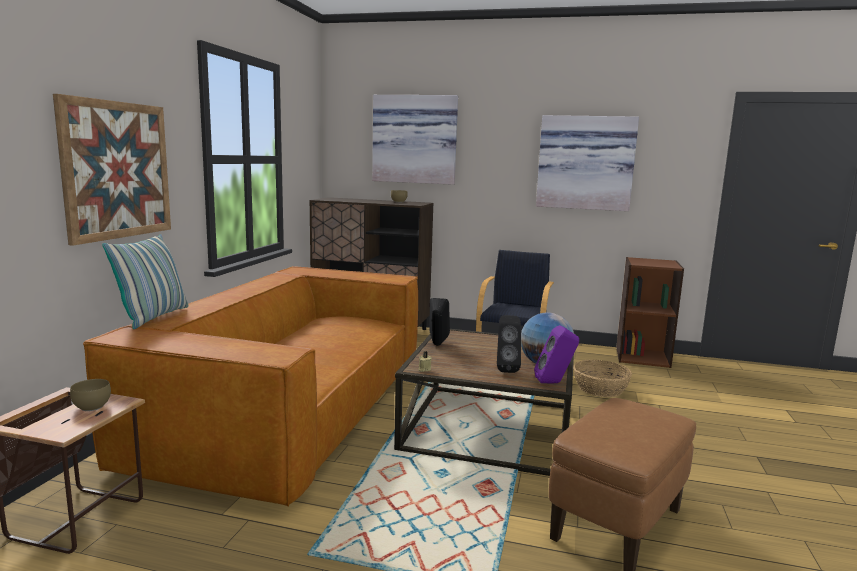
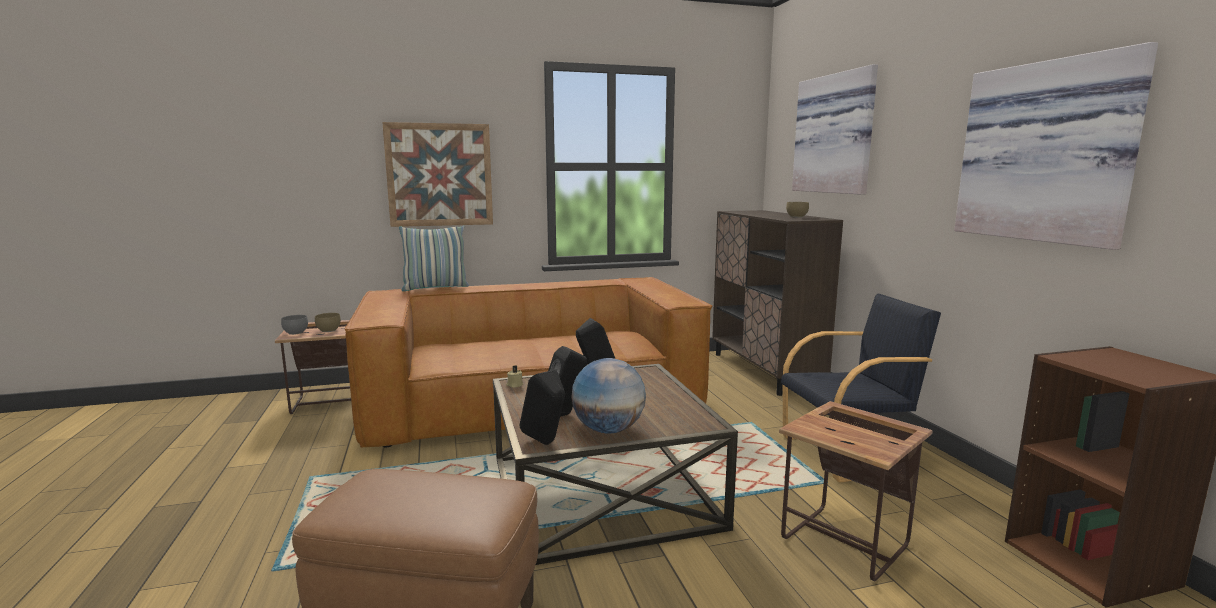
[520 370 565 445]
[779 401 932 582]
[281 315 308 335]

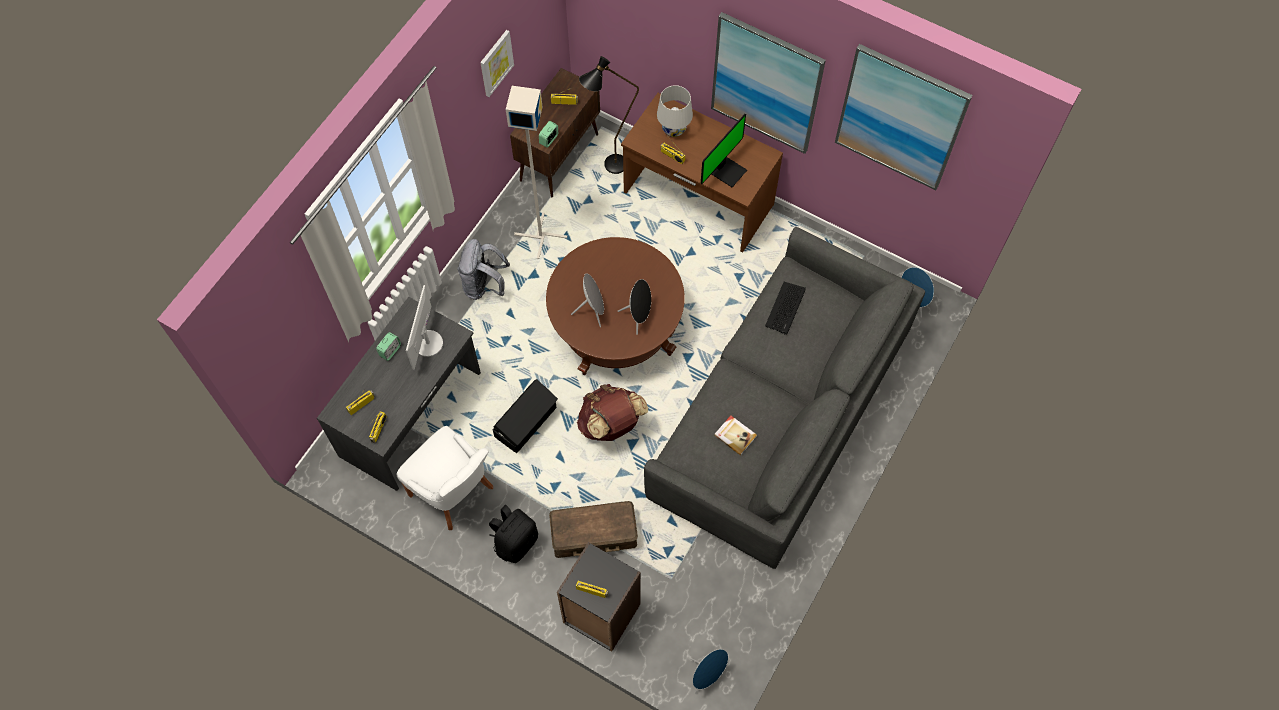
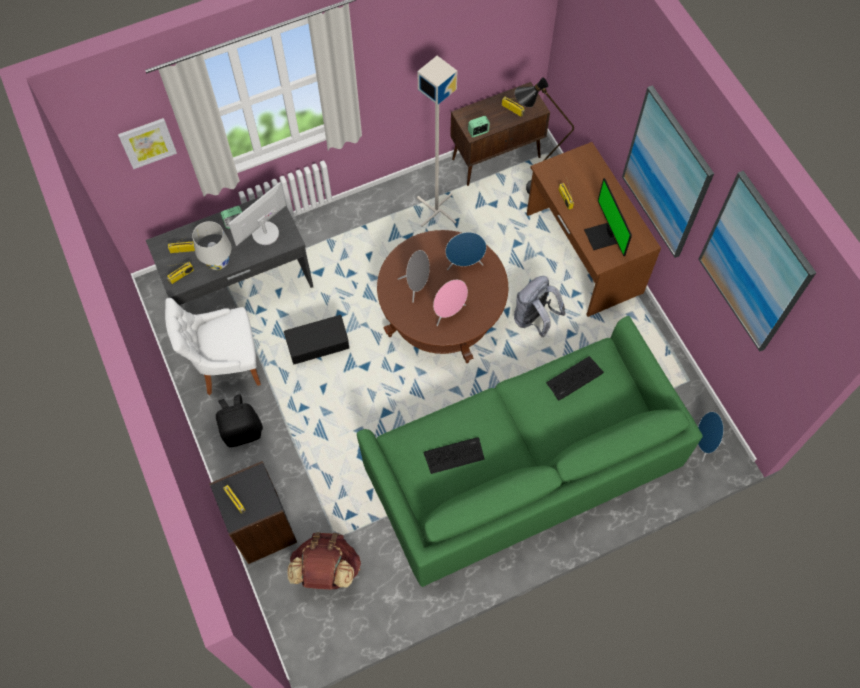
[165 298 261 395]
[514 276 566 337]
[118 118 177 169]
[549 501 638 558] (first image)
[287 532 361 589]
[433 280 468 326]
[357 316 703 587]
[192 221 232 270]
[445 232 486 270]
[584 178 632 256]
[423 437 484 474]

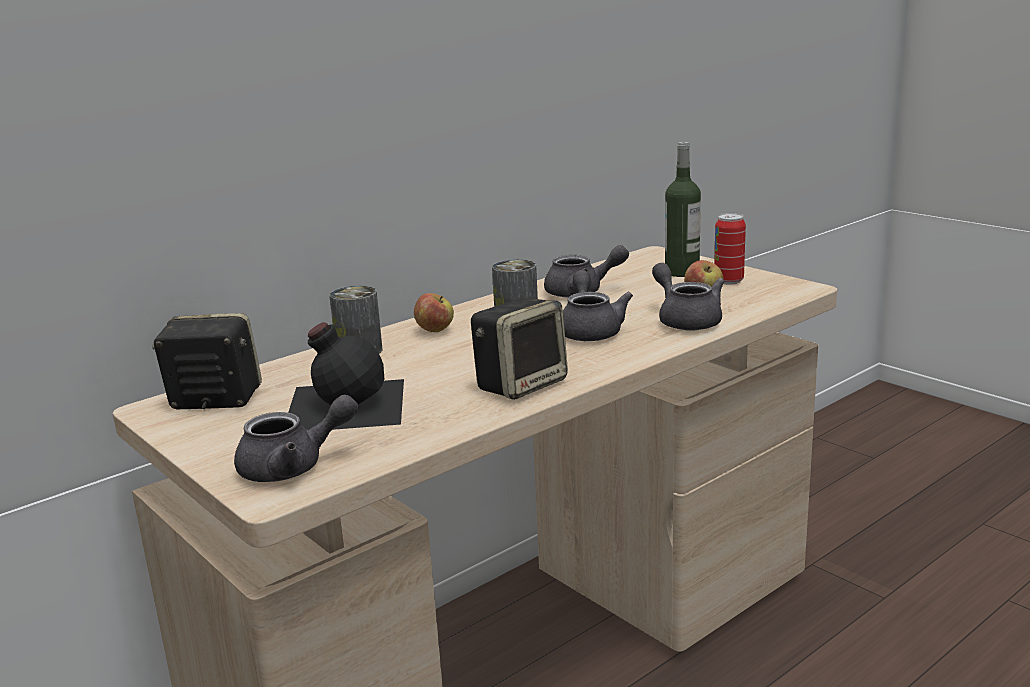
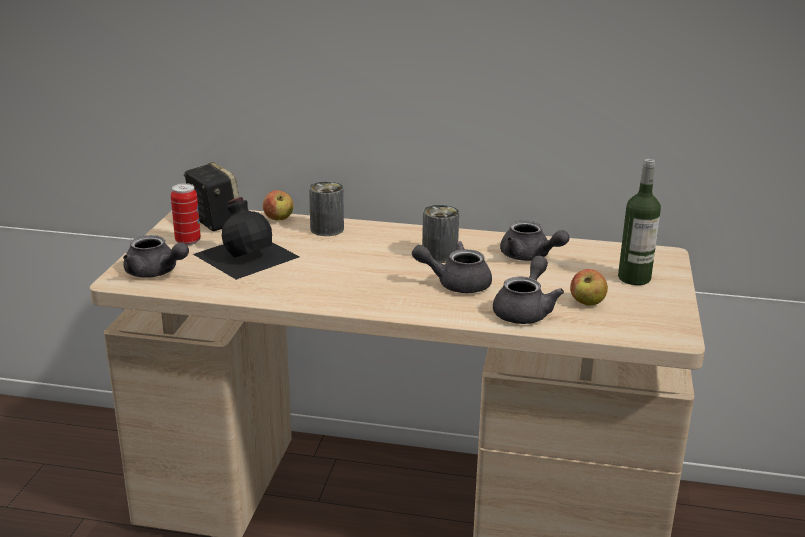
[263 190 293 220]
[471 297 568 400] (first image)
[412 241 492 293]
[171 183 201 245]

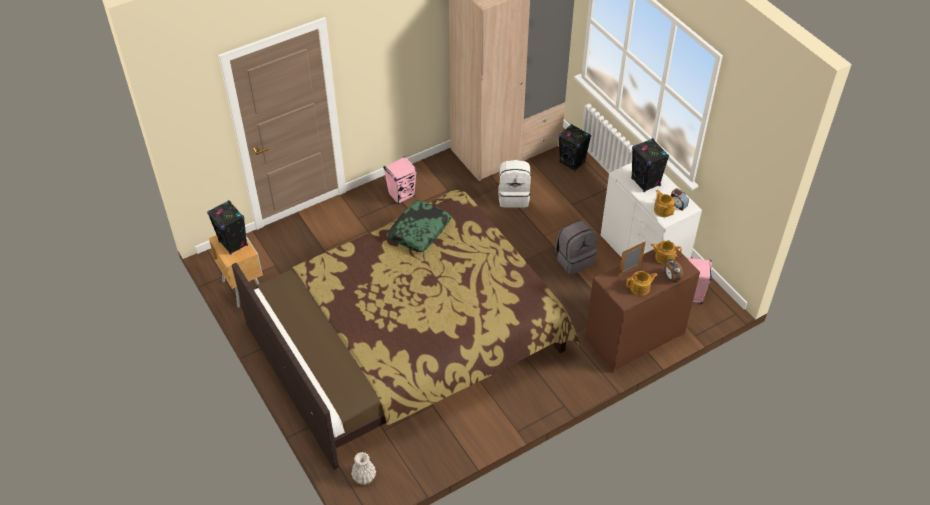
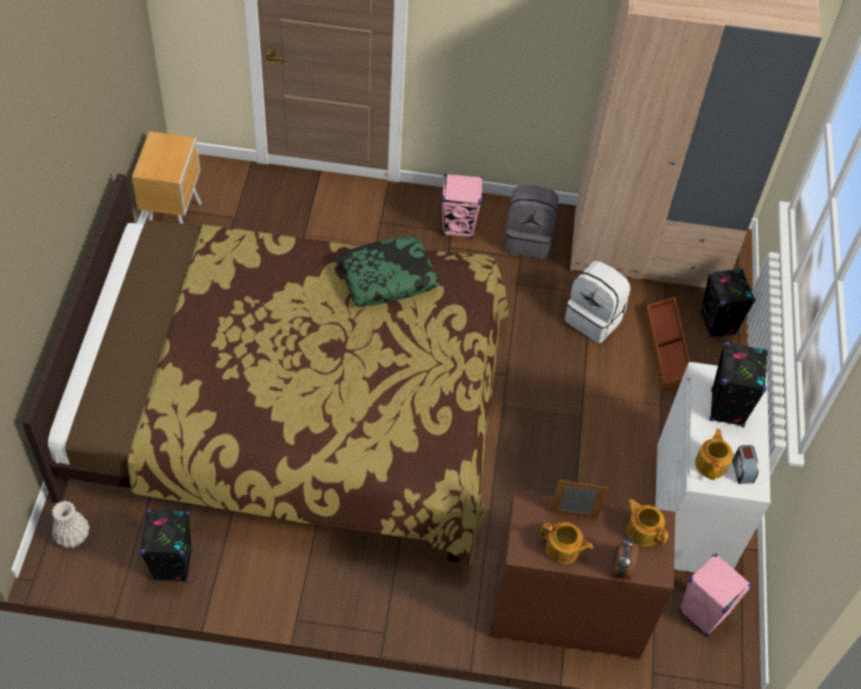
[139 509 193 583]
[504 185 559 259]
[645 297 691 391]

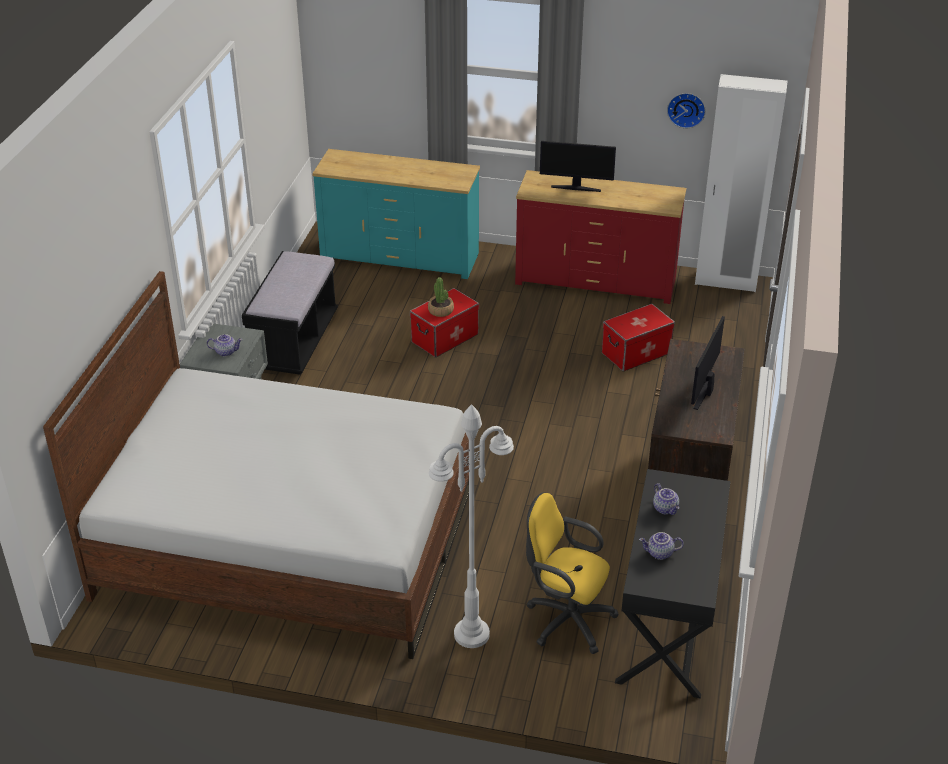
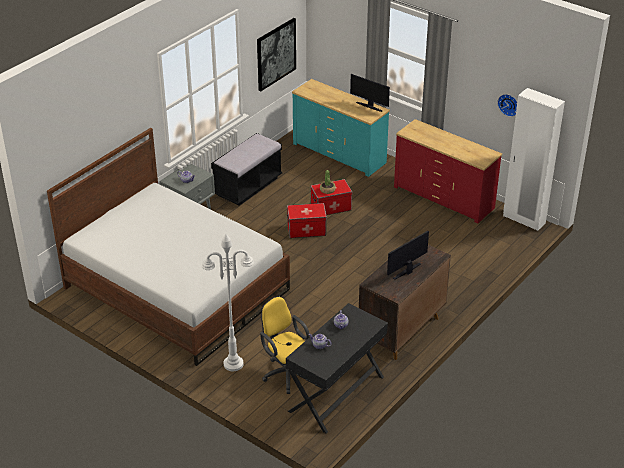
[350 74 390 112]
[287 203 327 238]
[257 18 296 91]

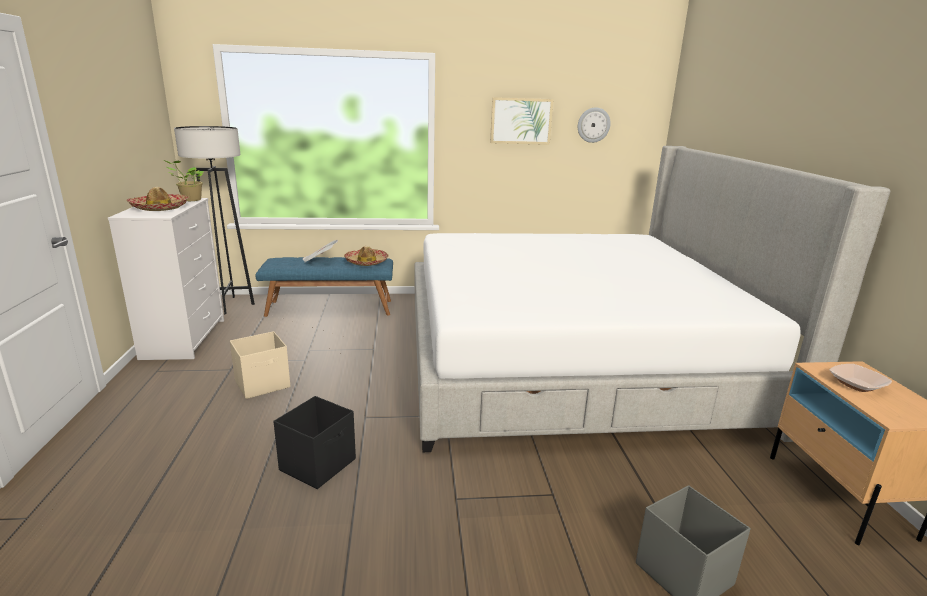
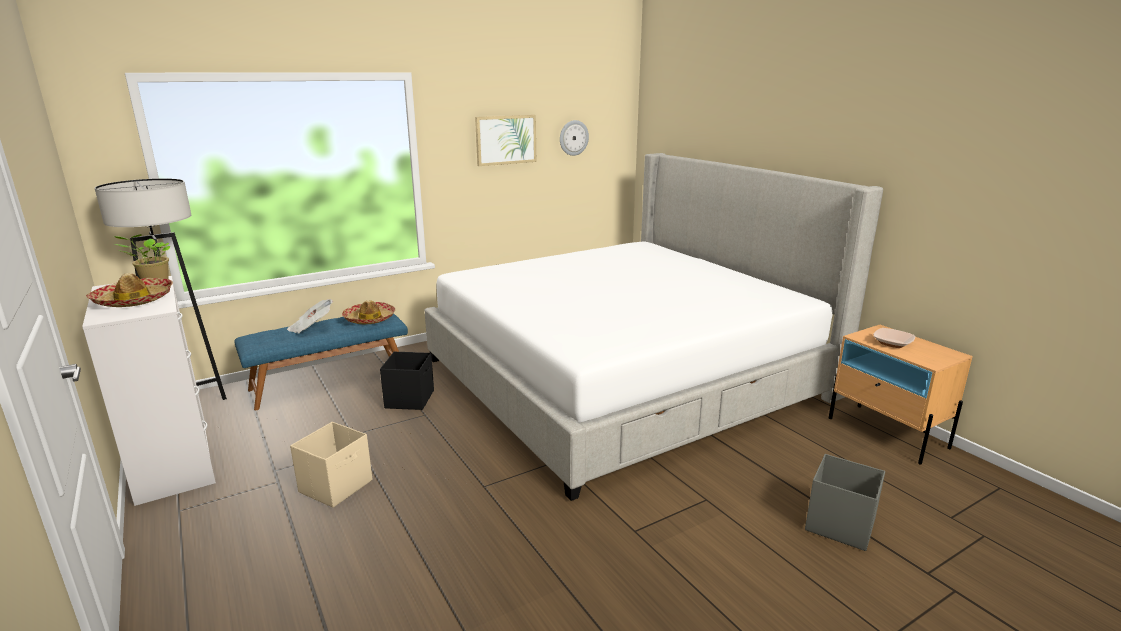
[380 352 434 410]

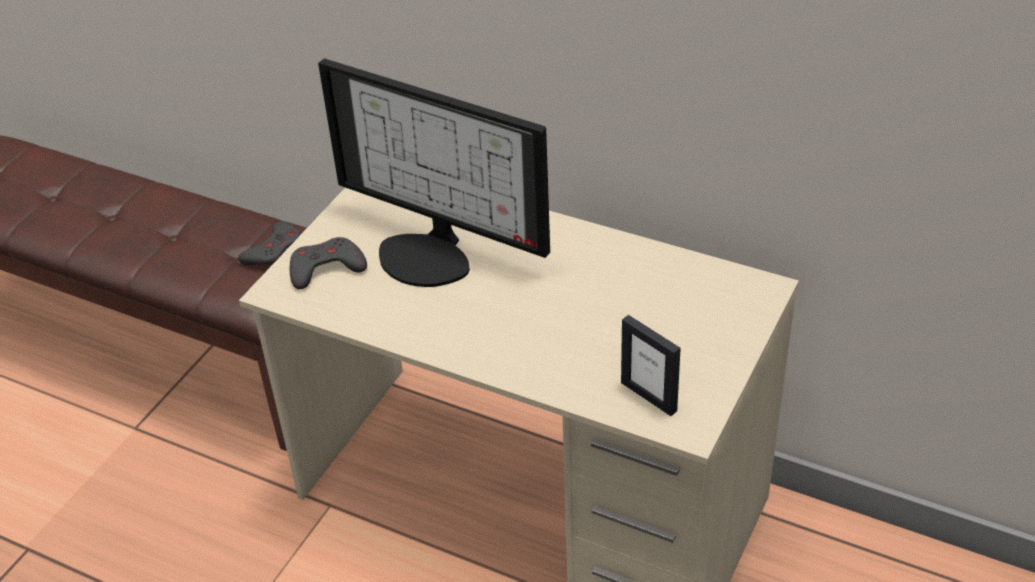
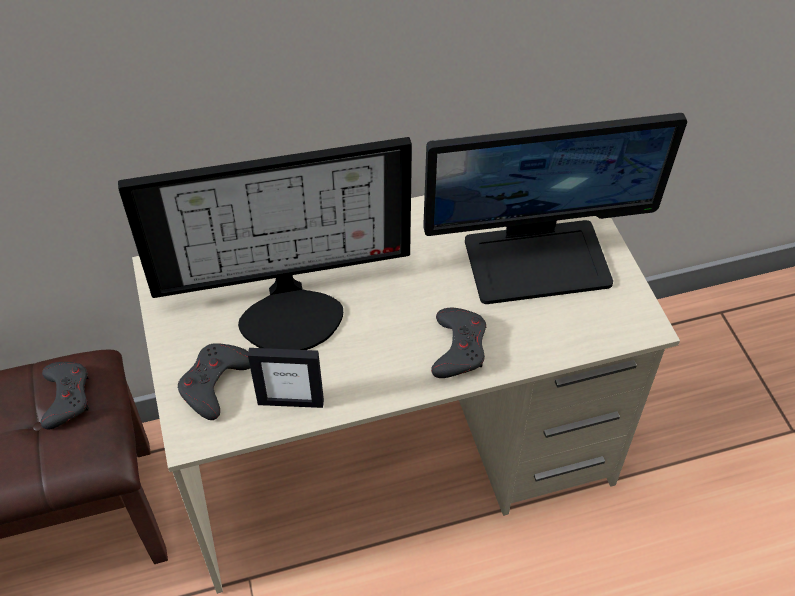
[248 348 324 408]
[423 113 687 304]
[431 308 486 378]

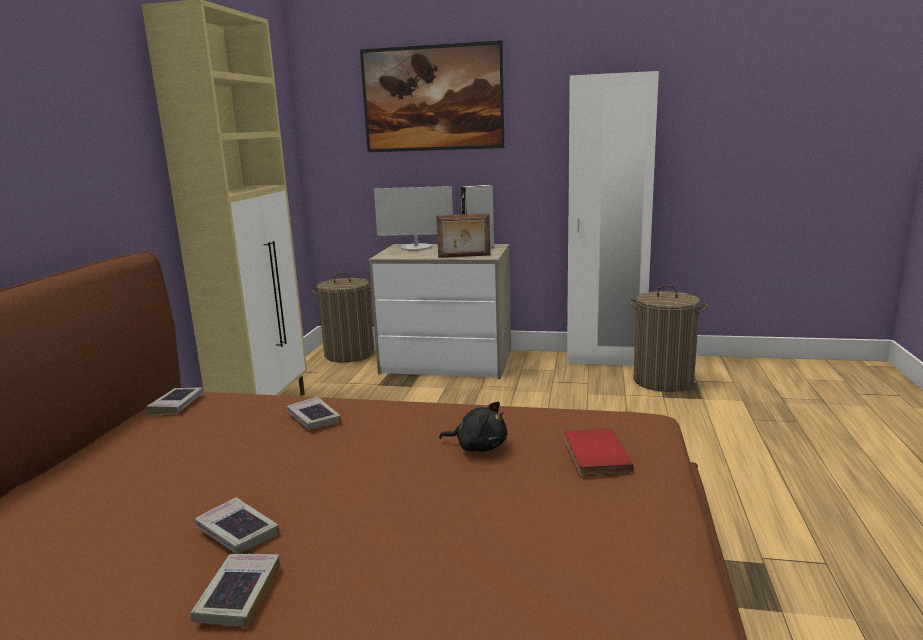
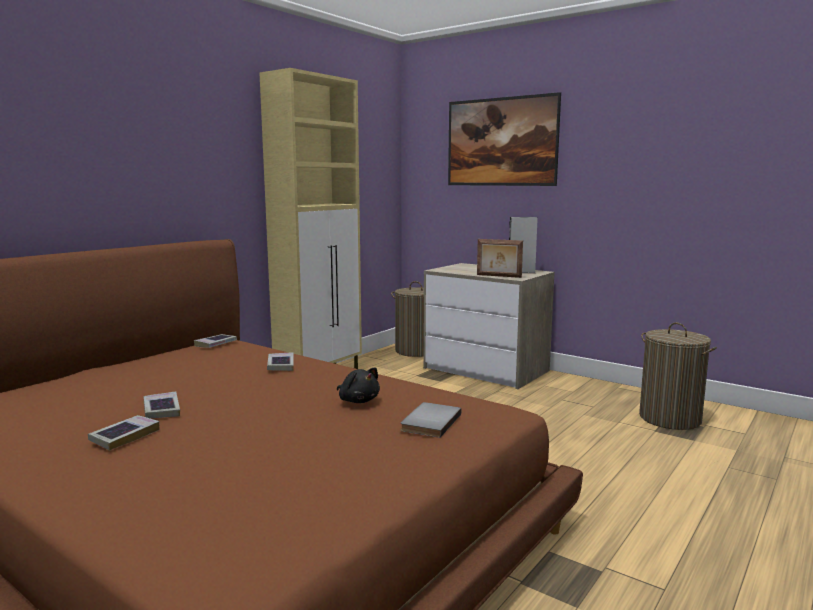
[374 186 453 251] (first image)
[401 402 462 438]
[567 71 659 366] (first image)

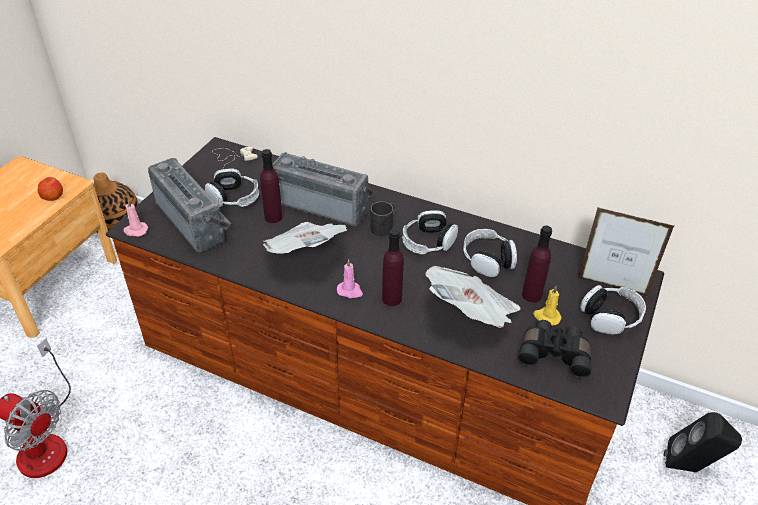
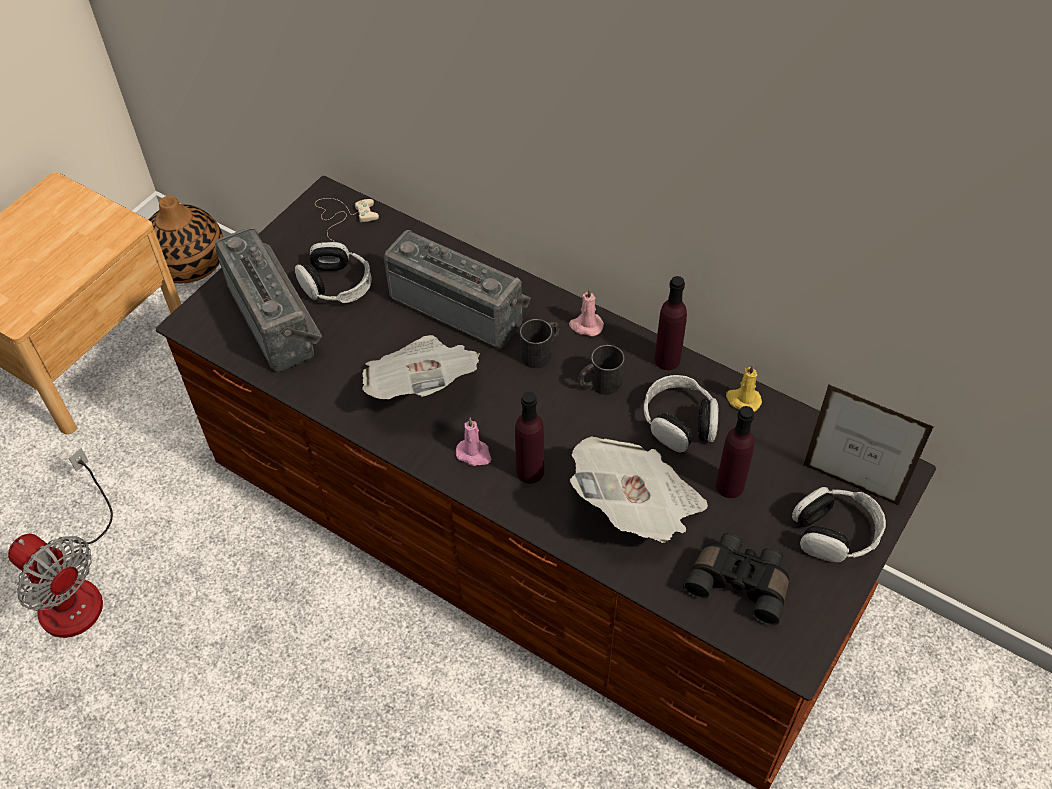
[38 177 63 201] (first image)
[569 288 604 336]
[654 276 687 370]
[579 345 624 395]
[726 364 762 412]
[664 412 742 472] (first image)

